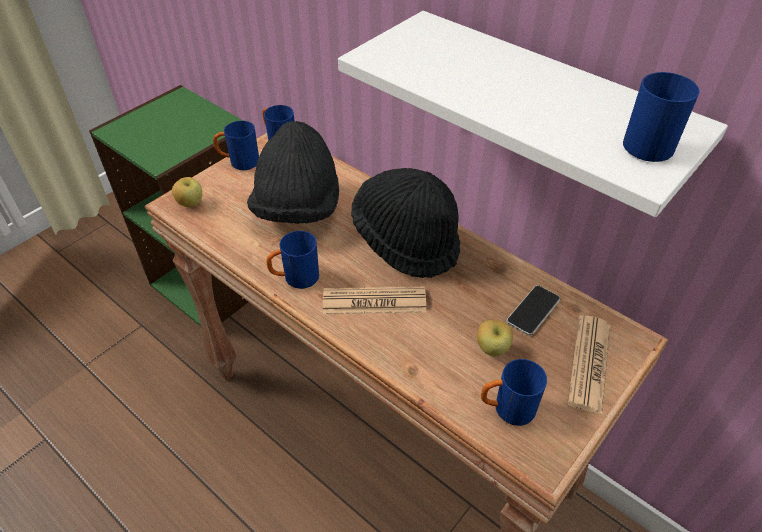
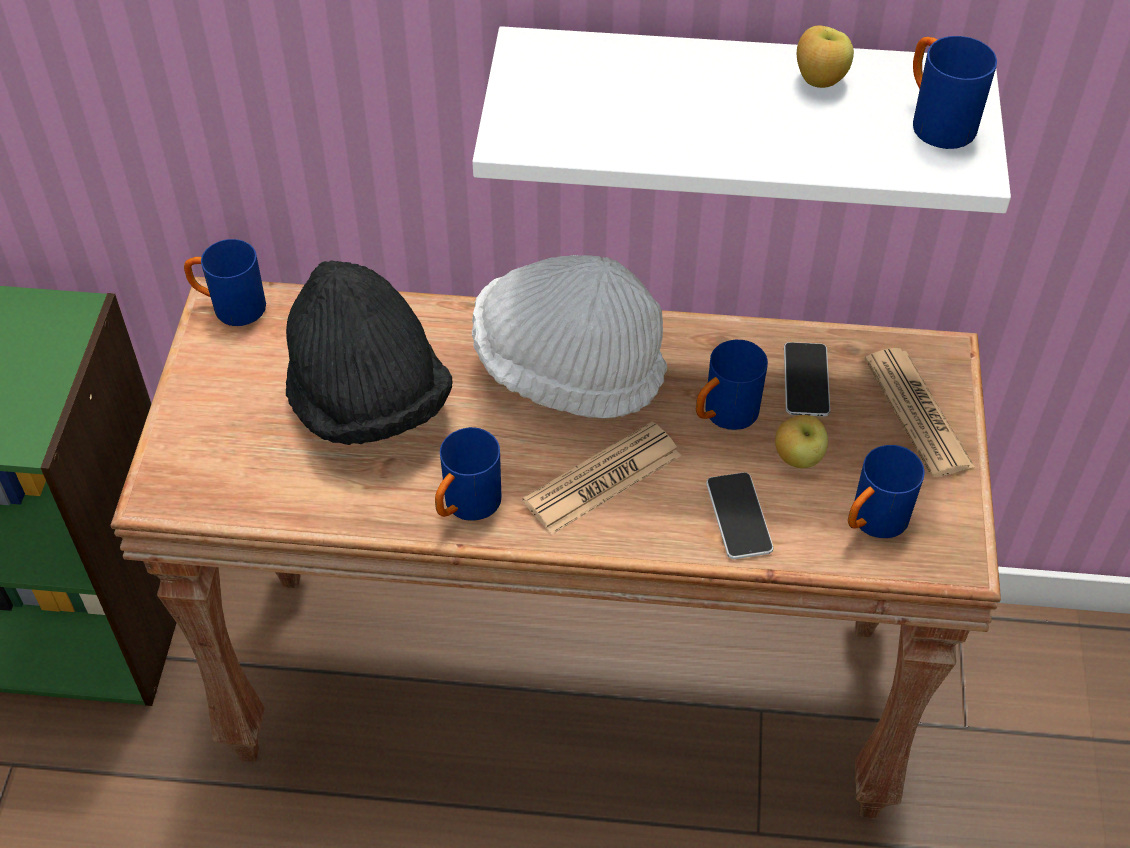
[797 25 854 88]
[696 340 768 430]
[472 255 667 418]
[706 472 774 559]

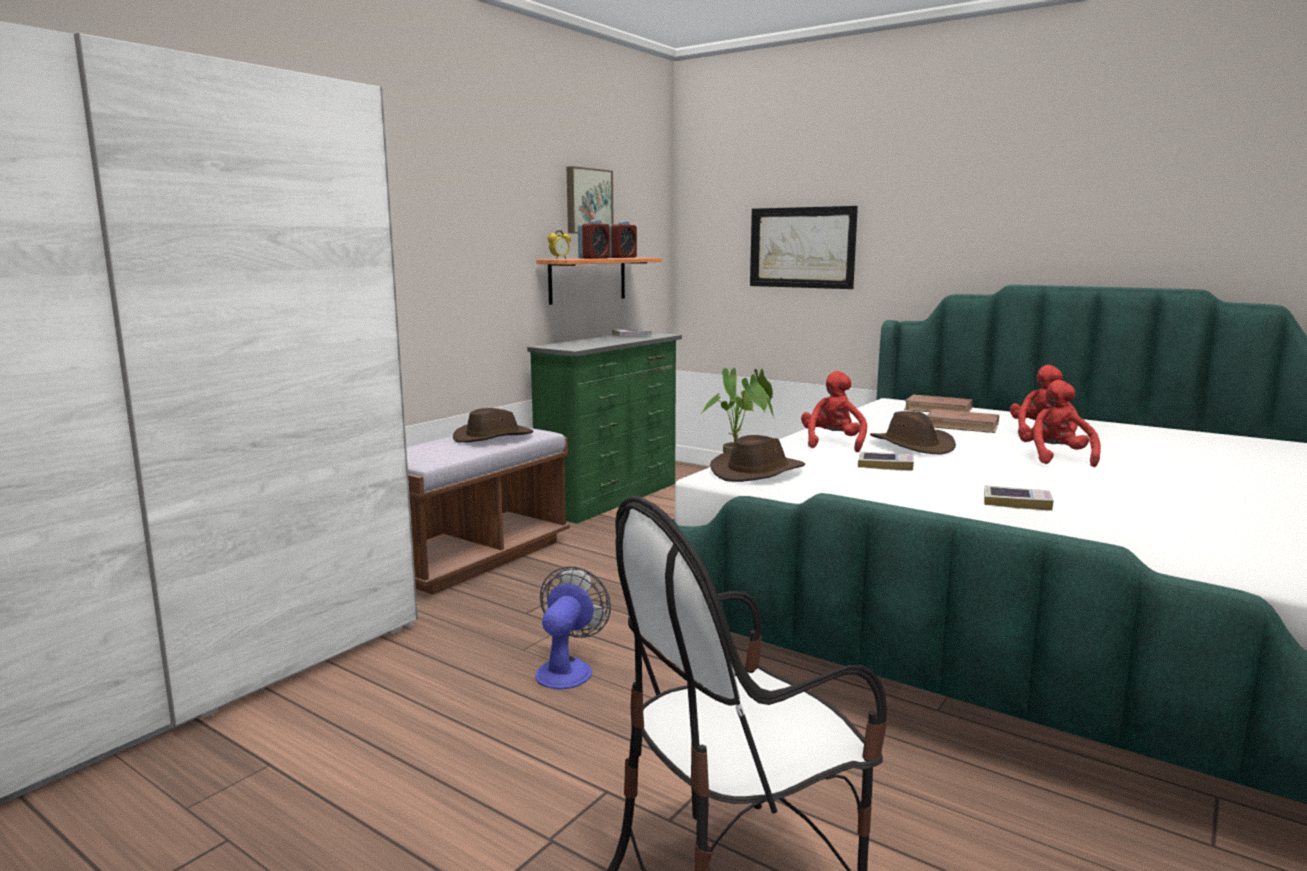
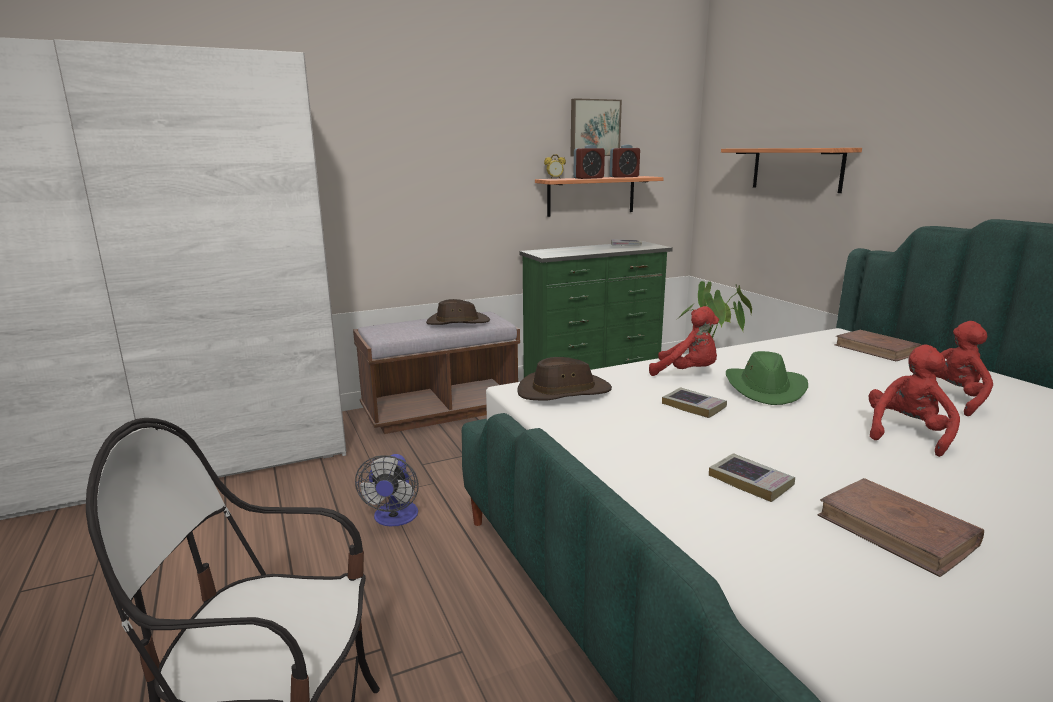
[355 454 419 526]
[721 148 862 193]
[649 306 719 376]
[726 351 808 405]
[818 478 984 577]

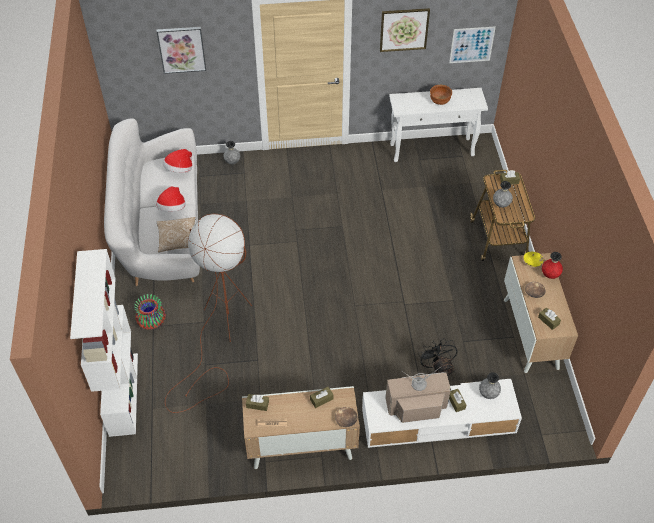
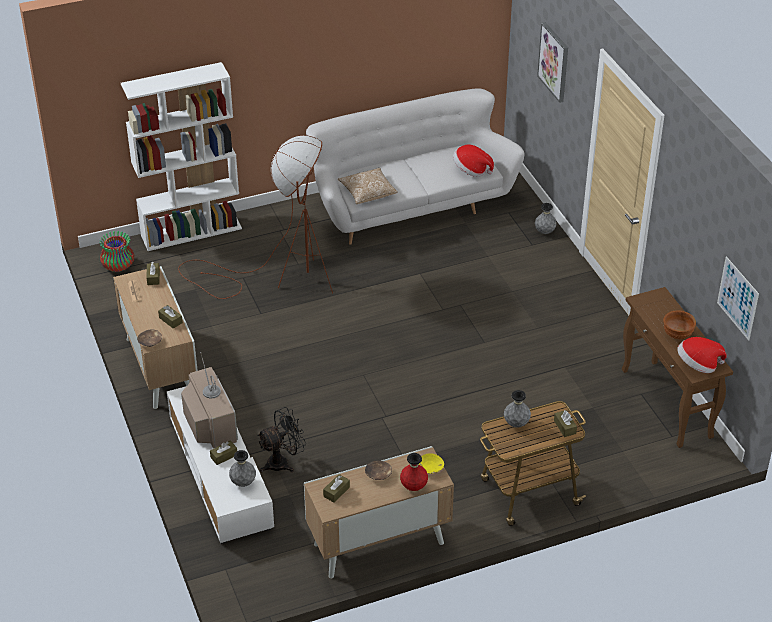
[99 231 135 272]
[678 337 727 373]
[380 8 430 52] (first image)
[622 287 733 448]

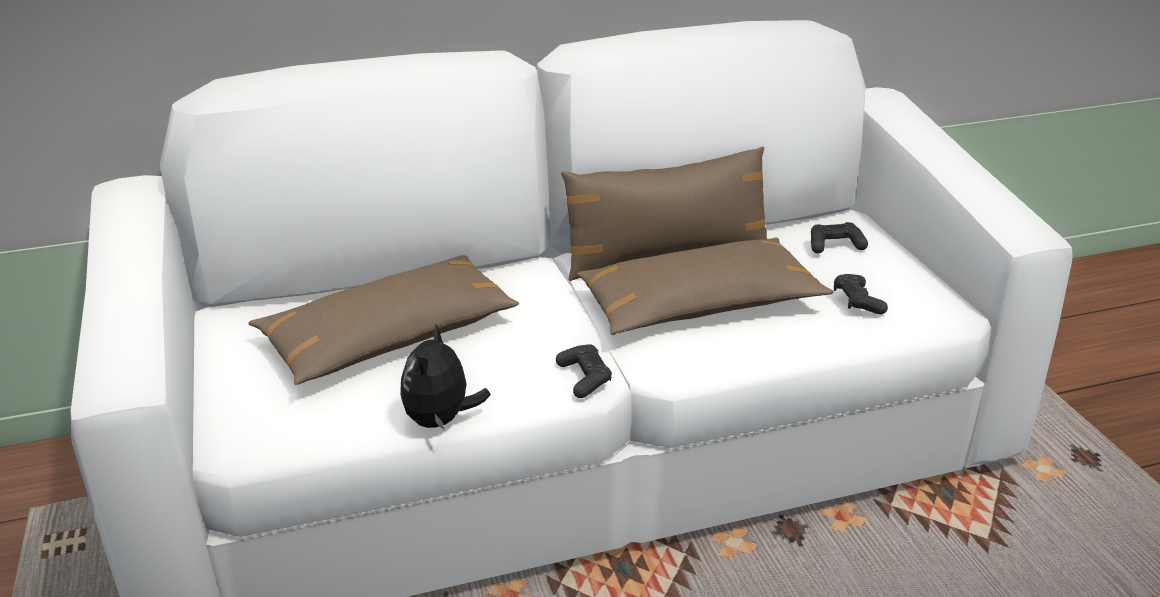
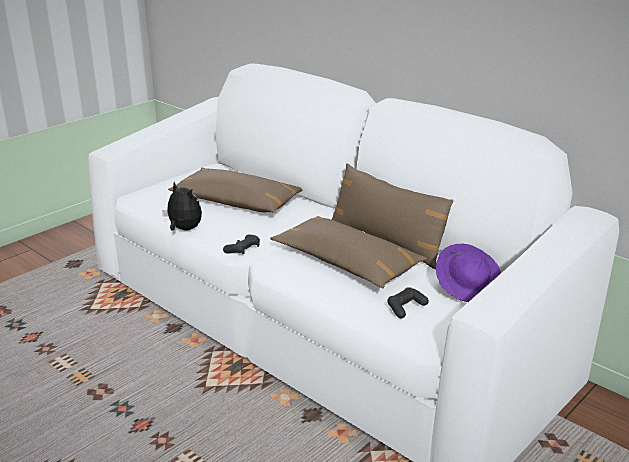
[162 182 202 231]
[436 244 501 302]

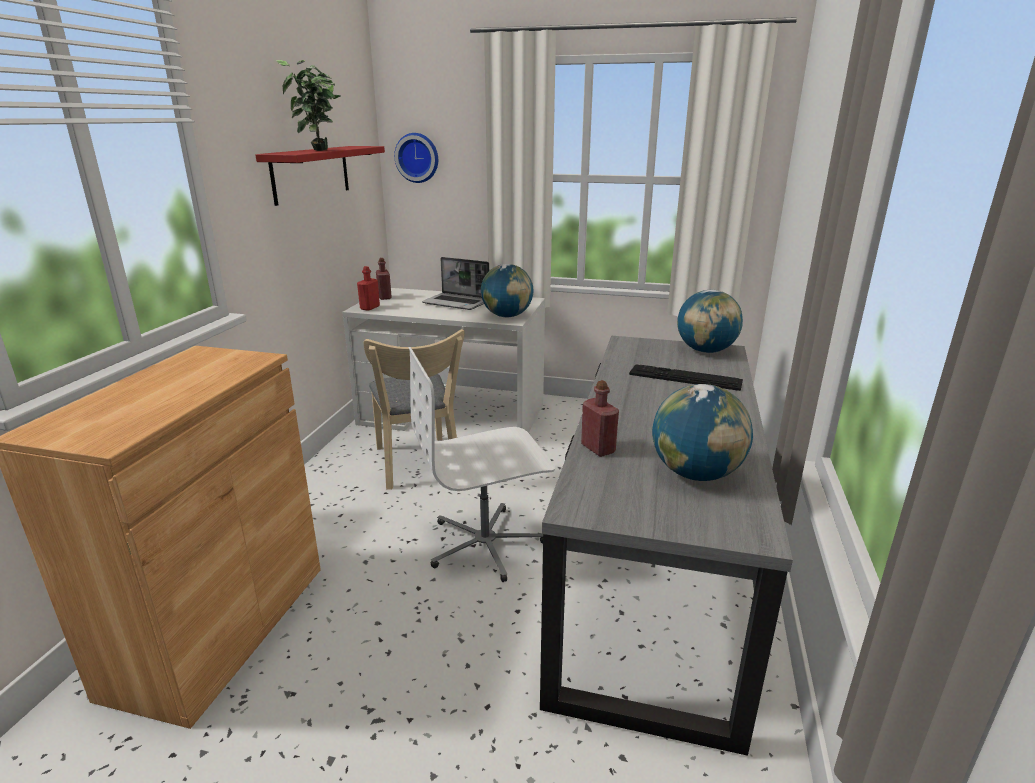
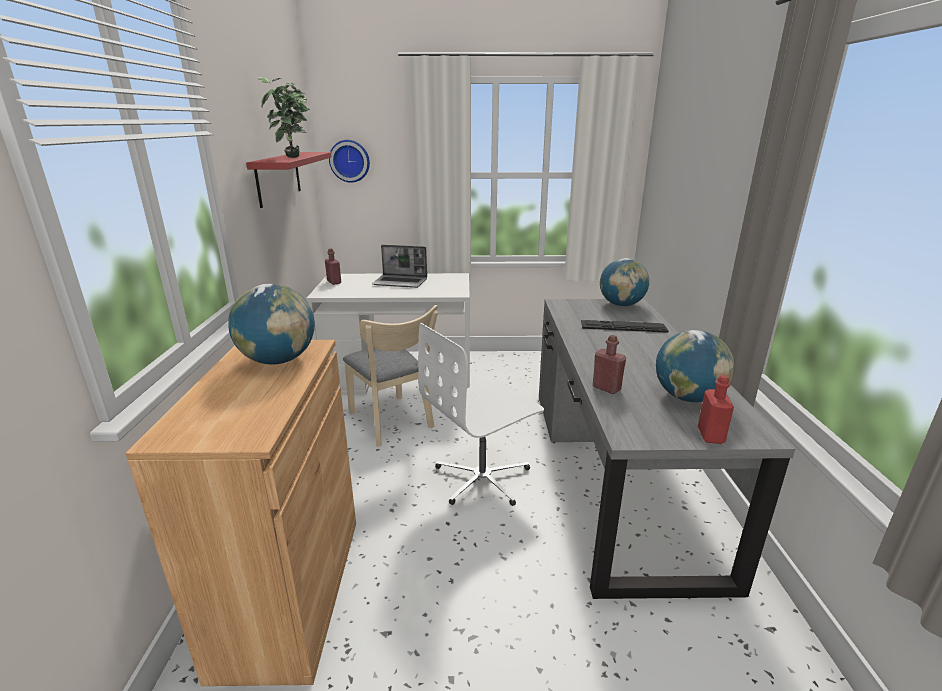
[698 375 734 444]
[228 284 315 364]

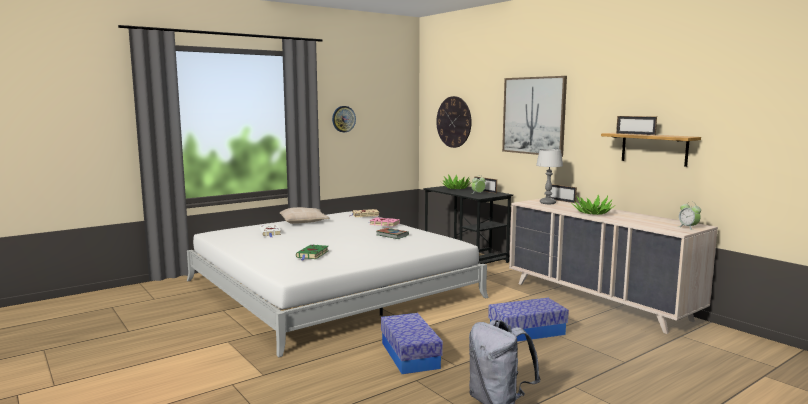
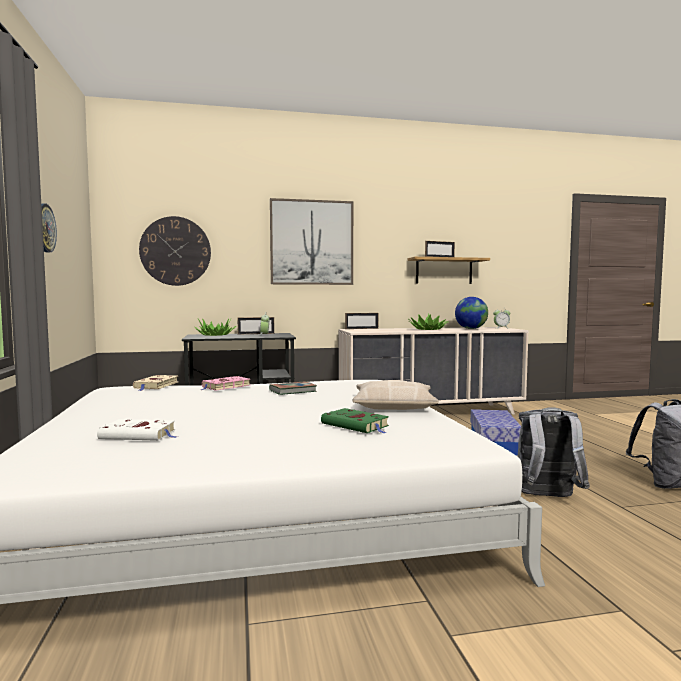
[353 380 438 410]
[518 408 590 497]
[536 149 563 204] (first image)
[455 297 488 329]

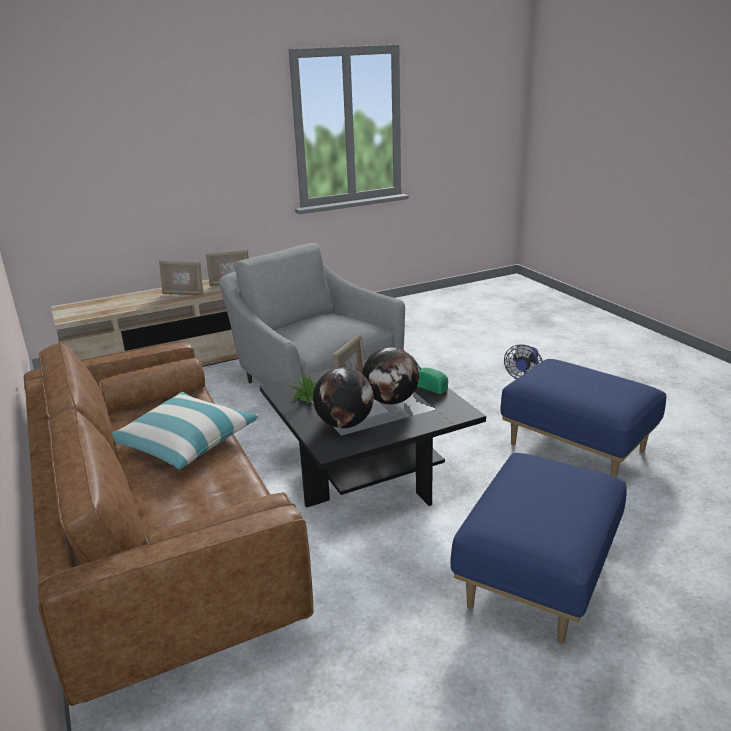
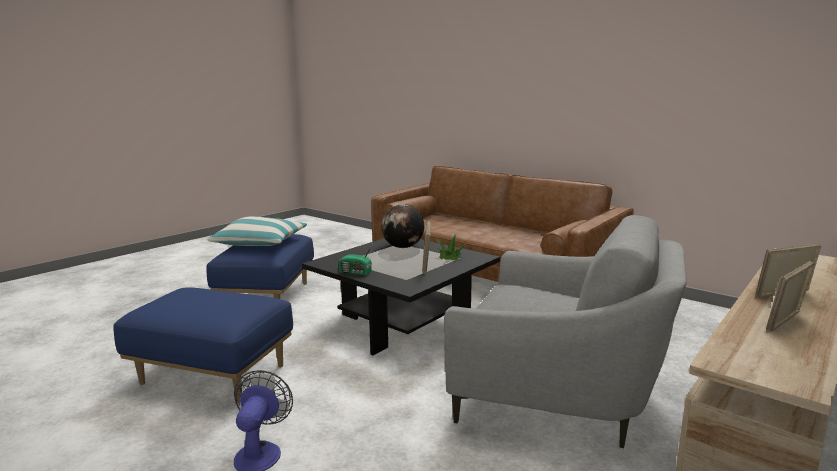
[207 216 307 246]
[362 347 419 405] (first image)

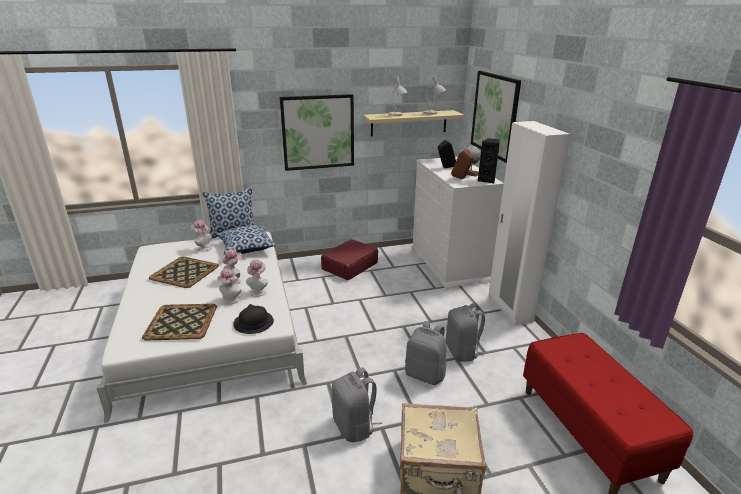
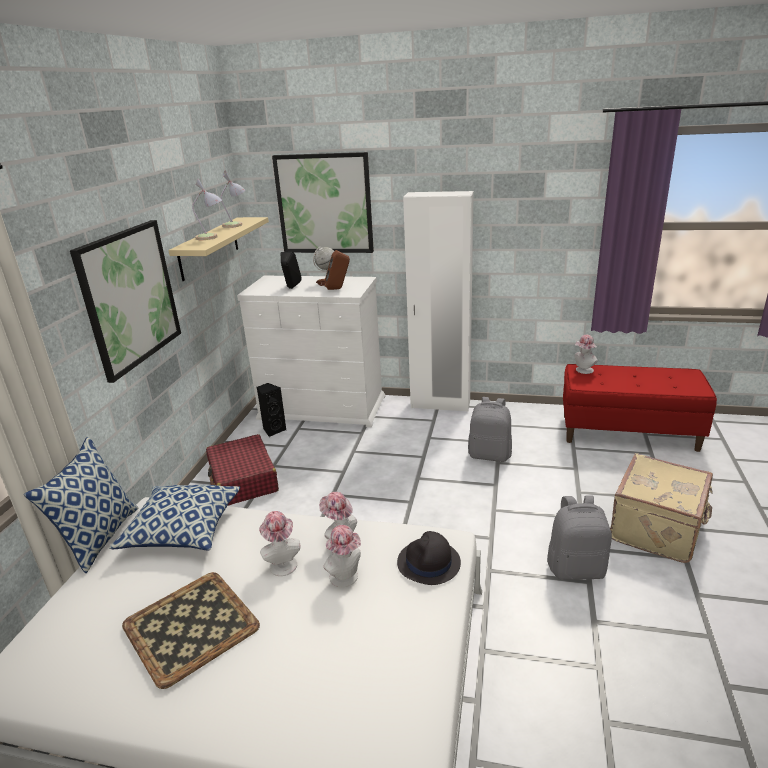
[142 304 217 340] (first image)
[575 335 598 374]
[405 321 446 385] (first image)
[257 383 287 437]

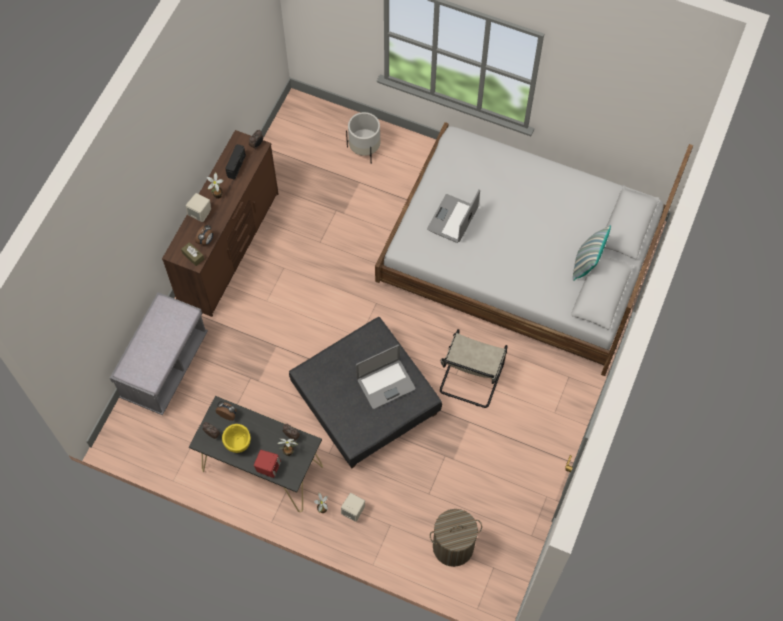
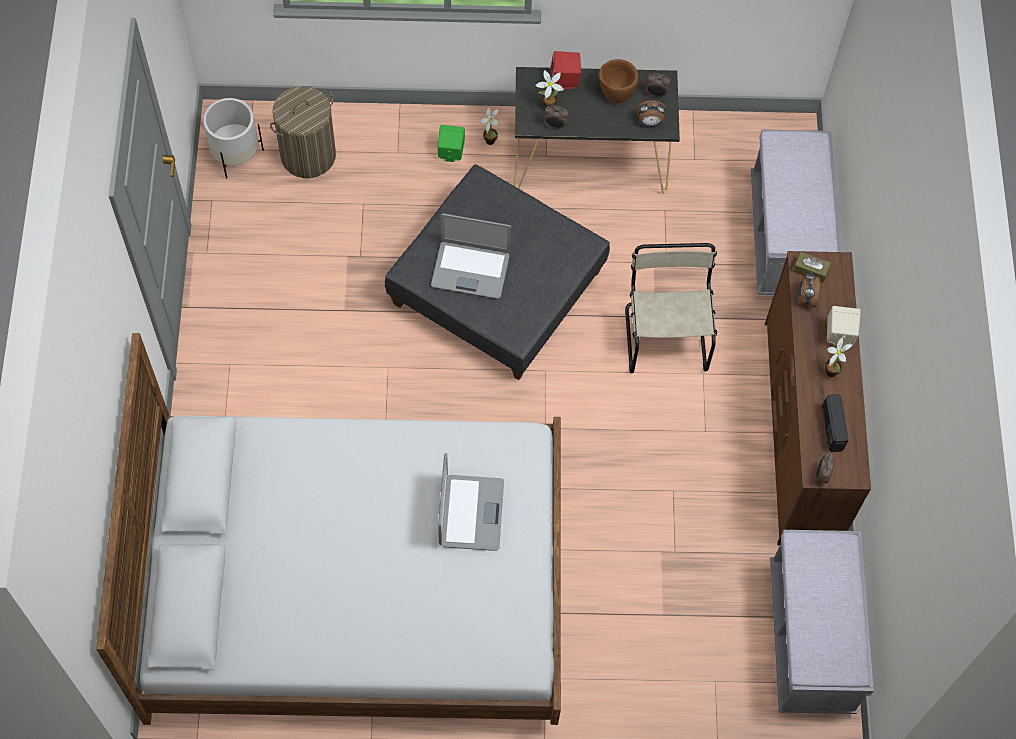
[599 59 639 104]
[438 125 465 162]
[203 98 264 178]
[431 213 511 299]
[625 243 717 373]
[573 225 611 281] (first image)
[770 530 874 714]

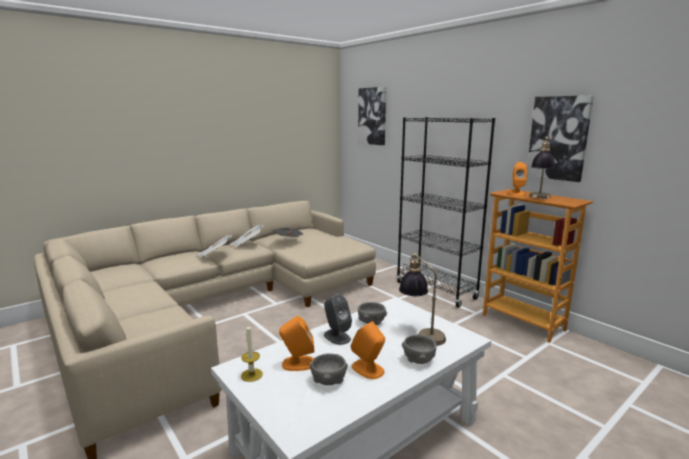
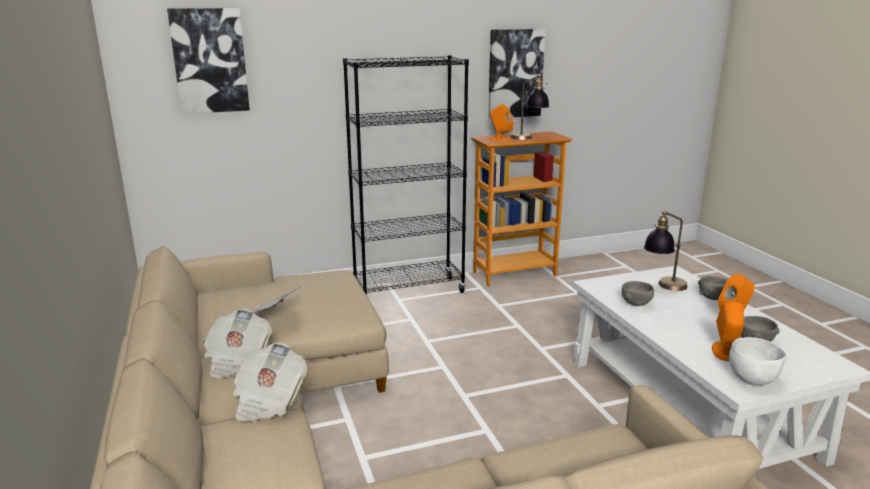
[729 337 786 385]
[324 294 352 345] (first image)

